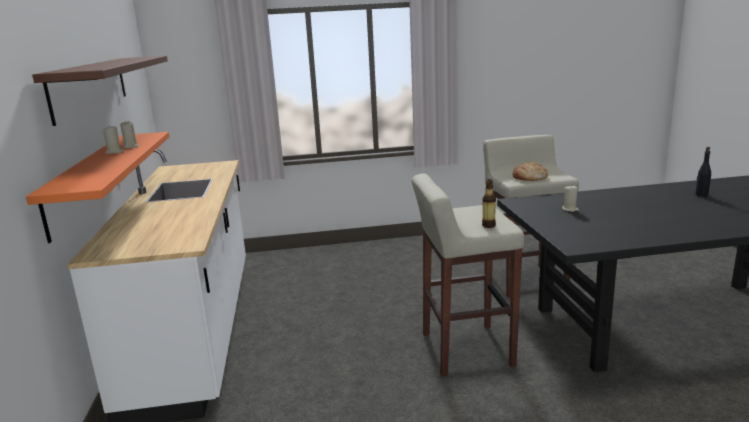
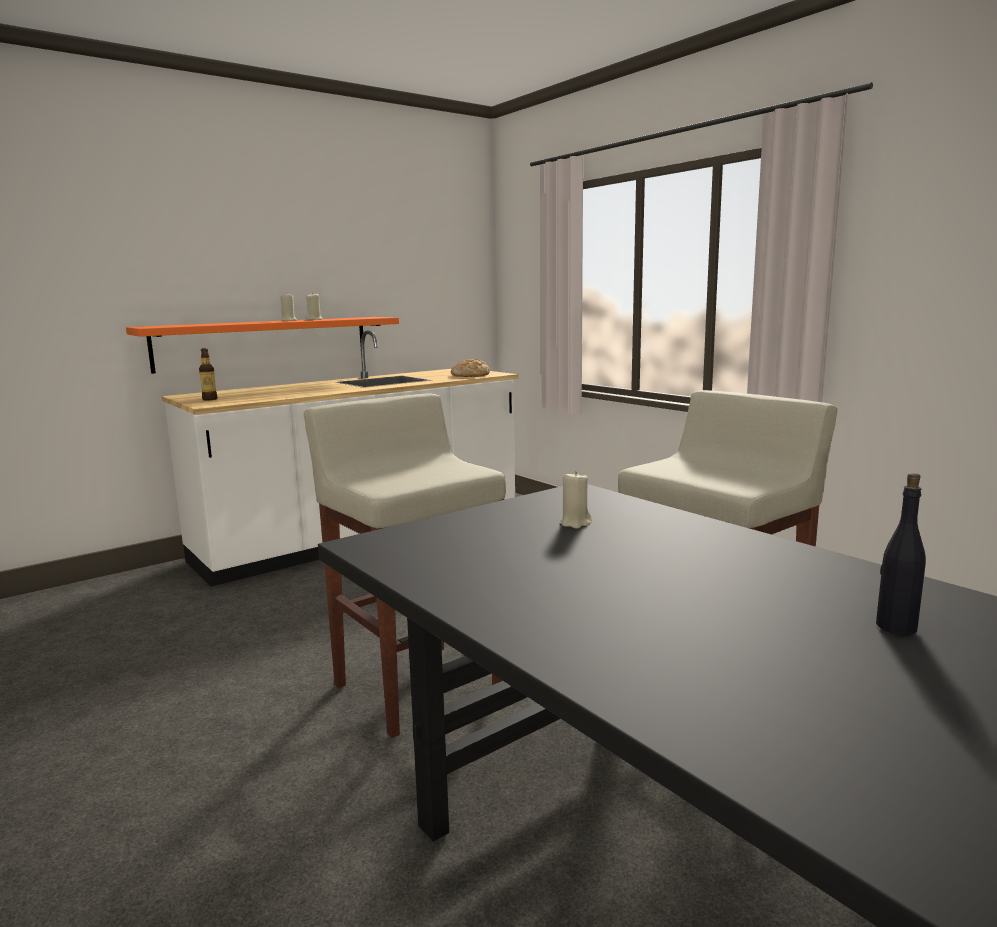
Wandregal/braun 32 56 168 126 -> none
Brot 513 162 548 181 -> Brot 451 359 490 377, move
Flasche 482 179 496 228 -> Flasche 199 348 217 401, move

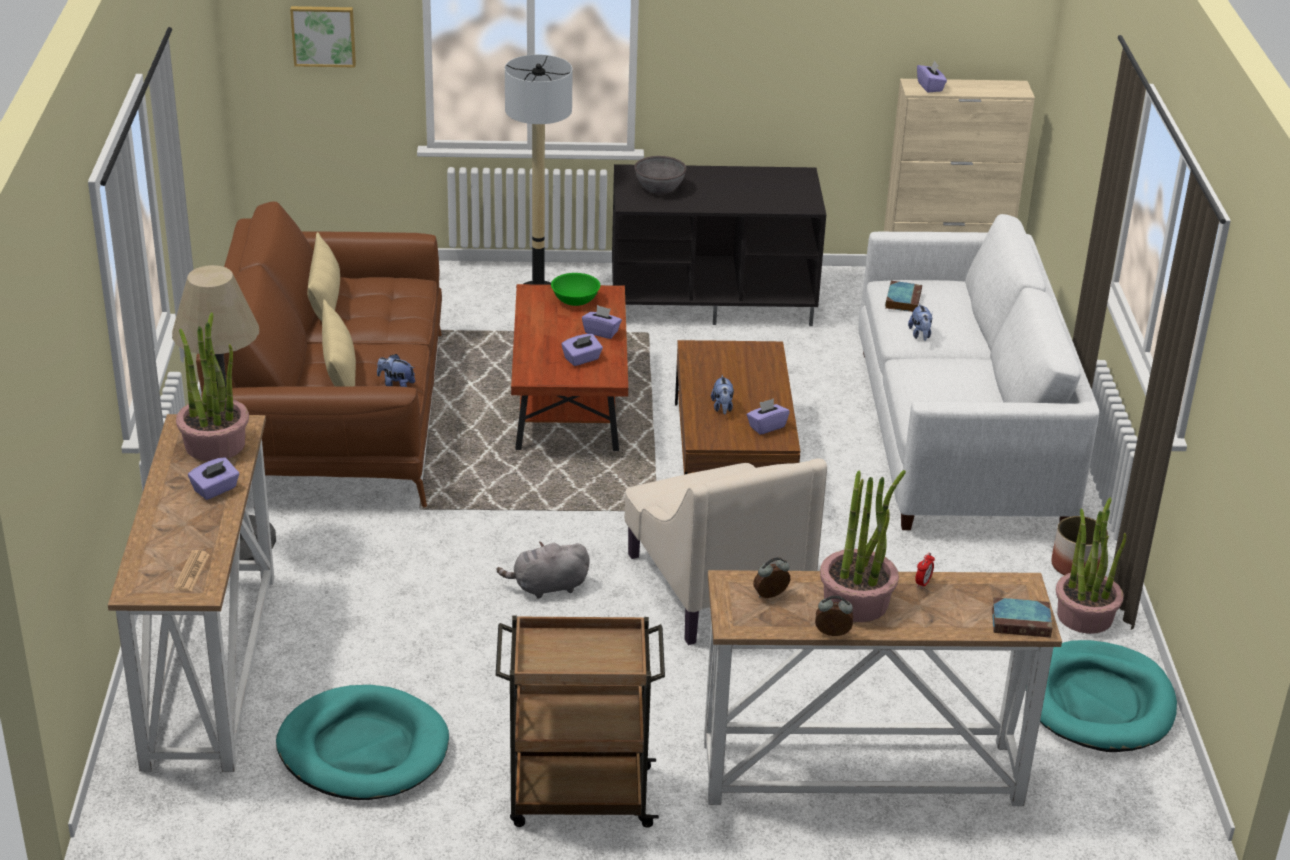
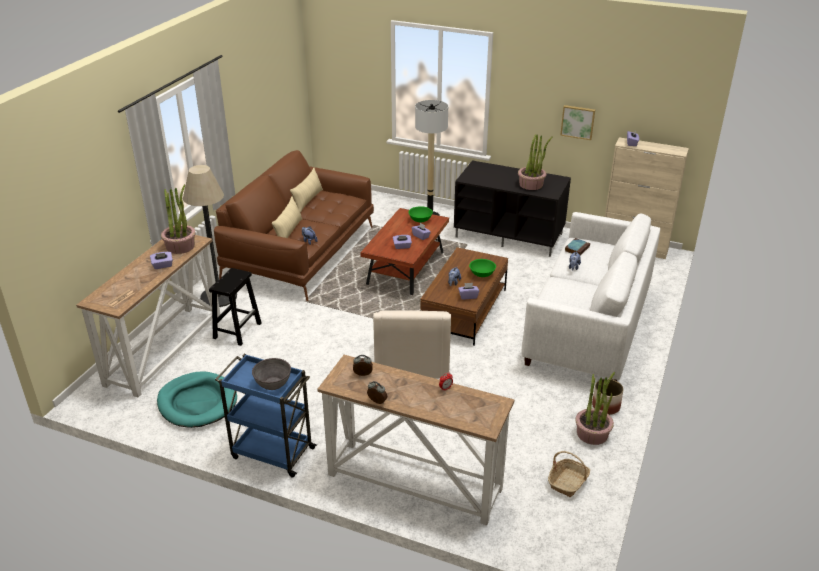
Bild 290 6 356 68 -> Bild 560 105 595 140, move
Schüssel/grau 634 156 687 195 -> Schüssel/grau 252 358 291 390, move
Topfpflanze 820 470 906 622 -> Topfpflanze 518 134 553 190, move
Plüschtier/grau 497 542 590 599 -> none
Buch 992 597 1052 637 -> none
Rollwagen/braun 496 616 665 828 -> Rollwagen/blau 215 354 317 478
Hundebett/türkis 1026 640 1177 752 -> Korb 548 451 590 497
none -> Schüssel/grün 469 259 496 277
none -> Hocker/schwarz 209 268 261 346

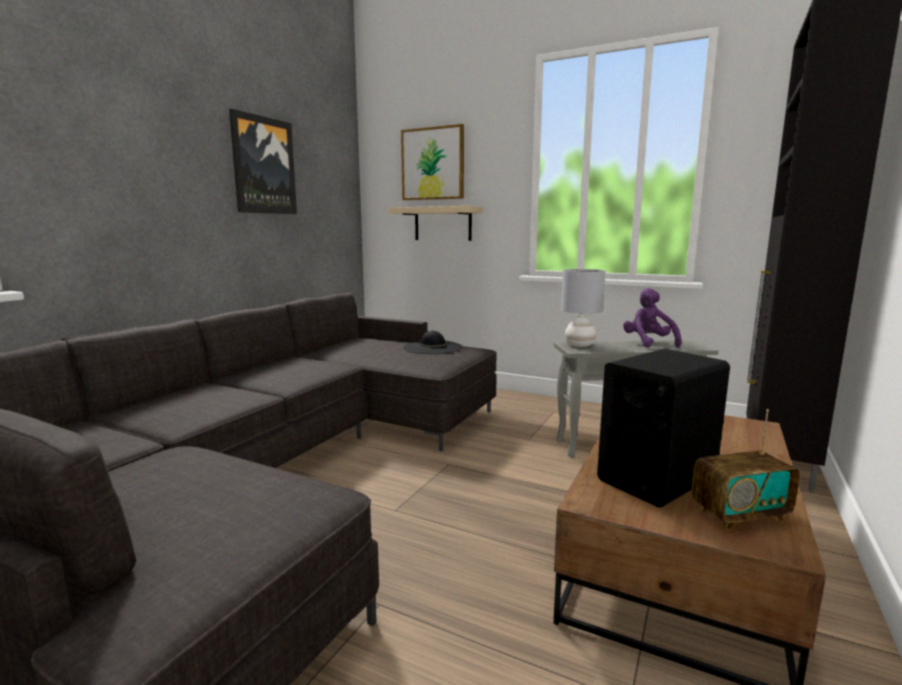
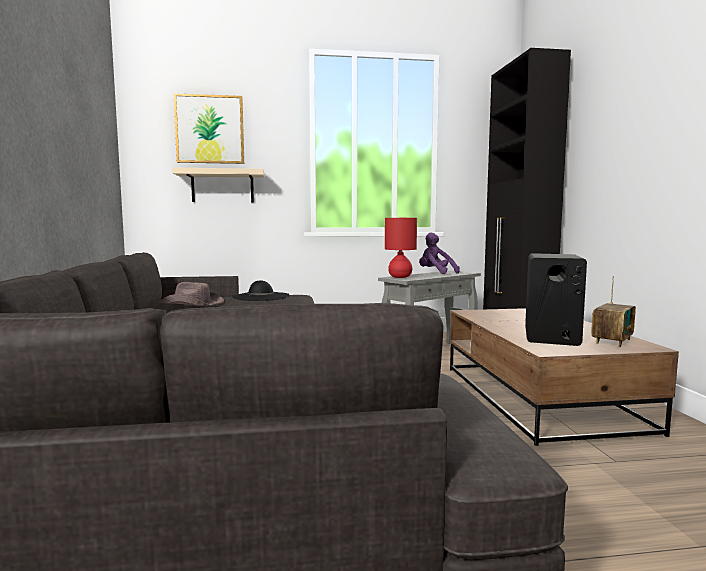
Bild 229 109 297 214 -> none
Tischlampe/grau 561 269 605 347 -> Tischlampe/rot 385 218 417 278
none -> Hut/braun 159 282 224 306

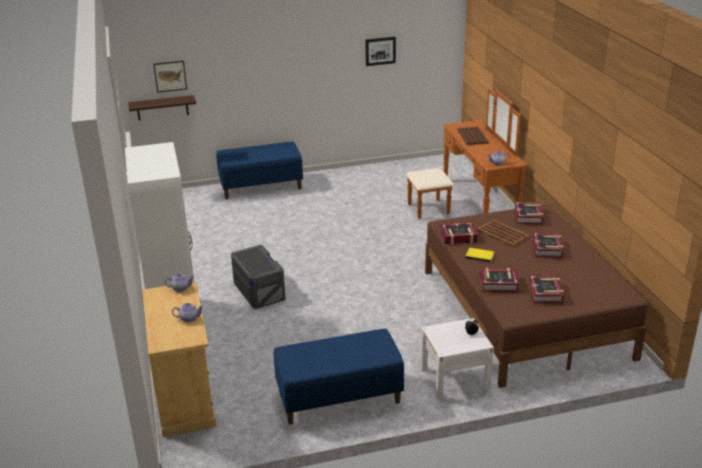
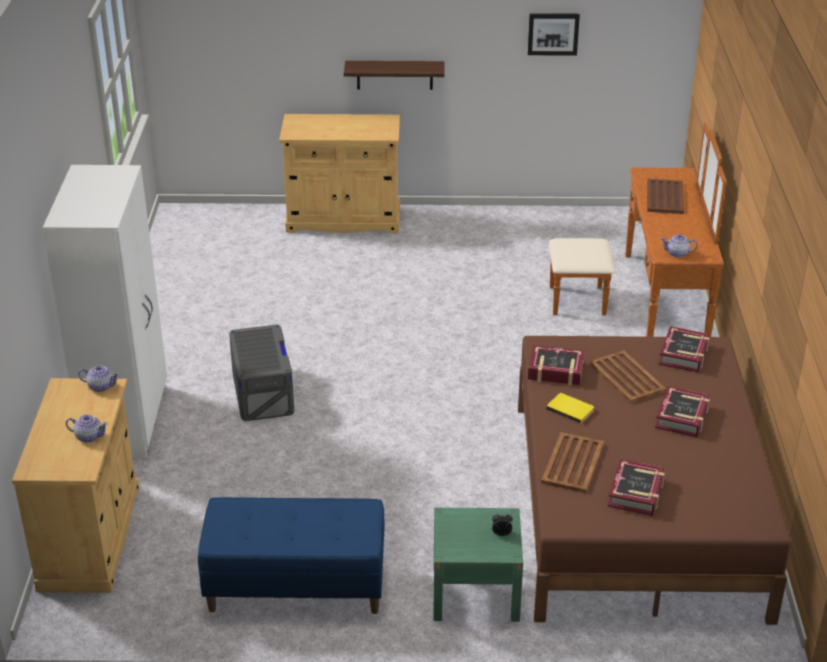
Bild 153 61 187 93 -> none
Wandregal 128 95 196 120 -> Wandregal 344 61 445 90, move
Bank/blau 216 142 303 199 -> Schrank/beige 279 114 400 233
Buch 480 268 520 292 -> Tablett/braun 541 432 604 493
Nachttisch/weiß 421 318 494 400 -> Nachttisch/grün 433 508 523 622

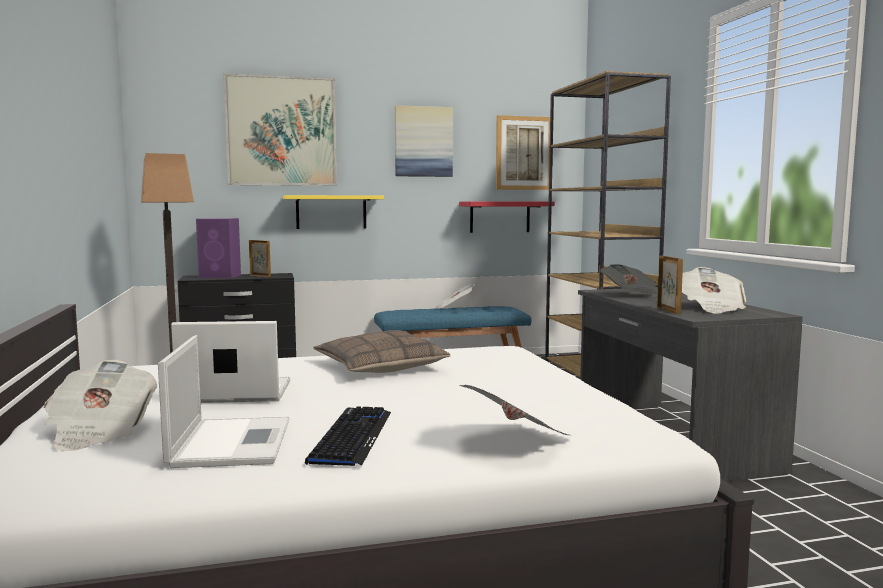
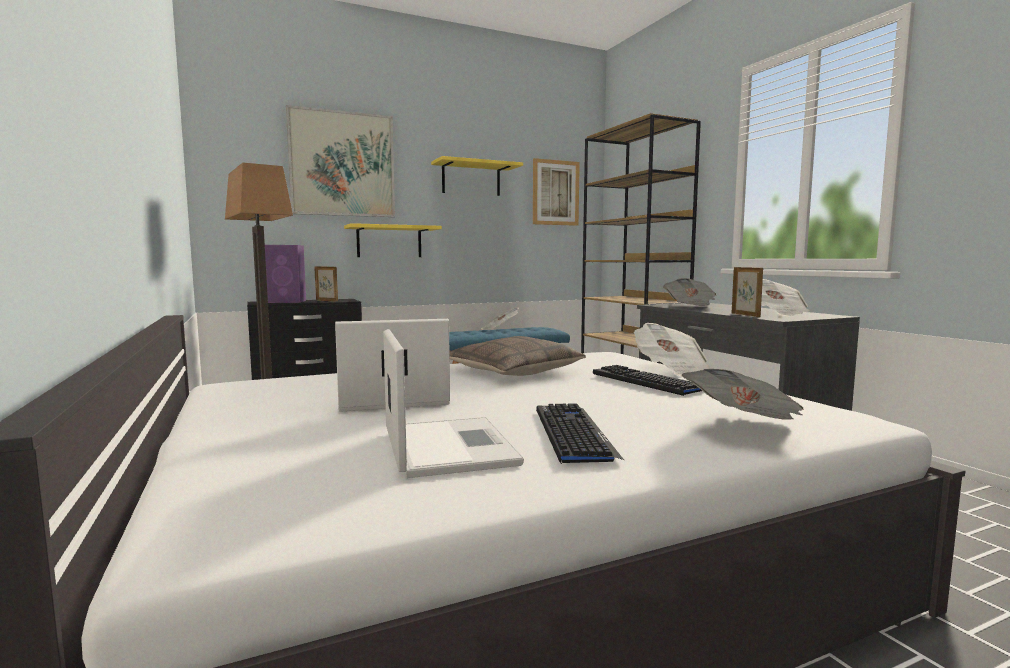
Bild 395 105 453 177 -> Wandregal/gelb 431 156 523 196
Wandregal/rot 459 202 554 233 -> none
Zeitung 44 360 157 451 -> Zeitung 634 323 710 376, move
none -> Tastatur 593 365 702 396

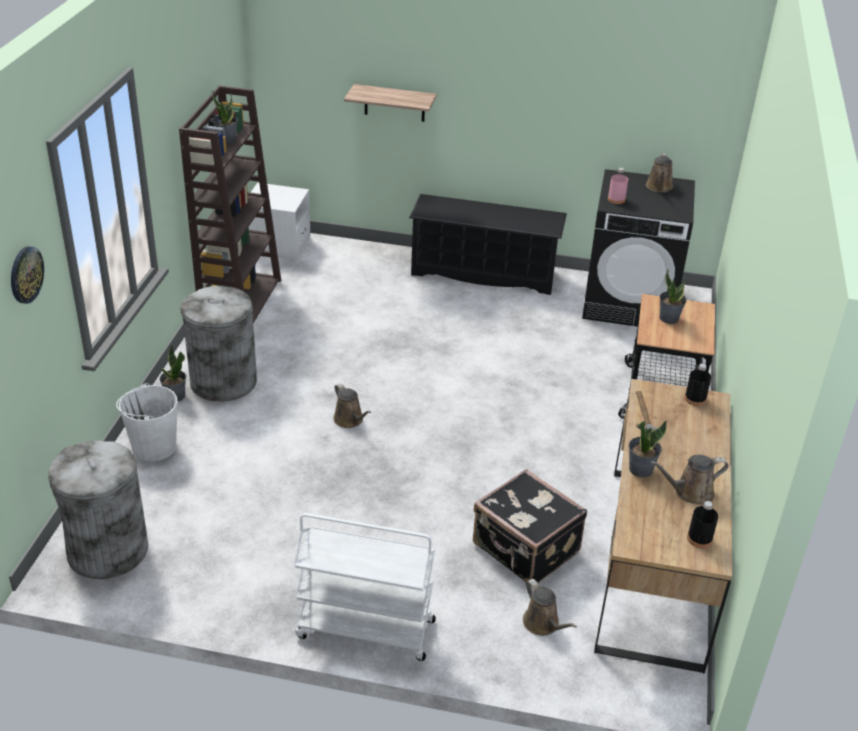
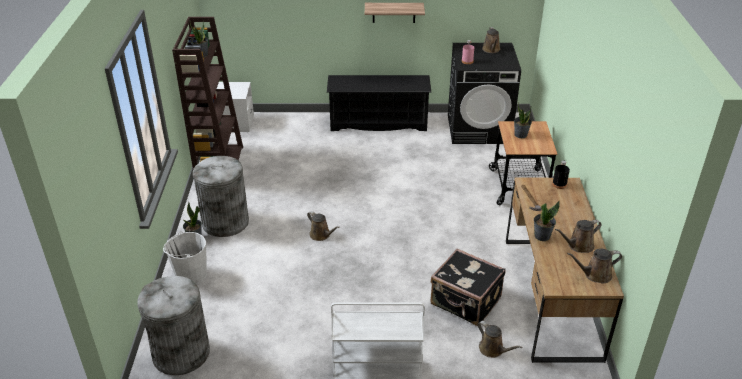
Wandregal 344 84 437 122 -> Wandregal 365 3 425 23, move
Wanduhr 11 246 44 304 -> none
Flasche/schwarz 687 501 718 548 -> Gießkanne/braun 567 249 622 283

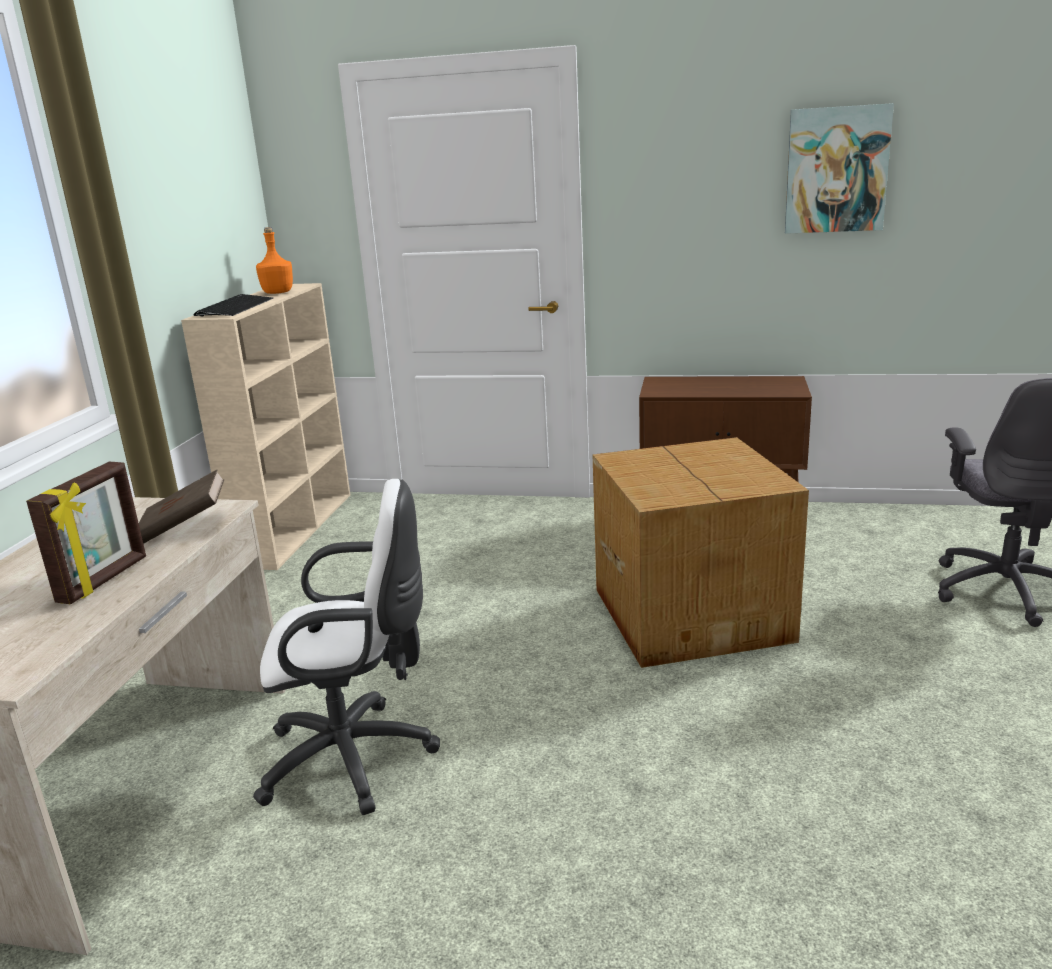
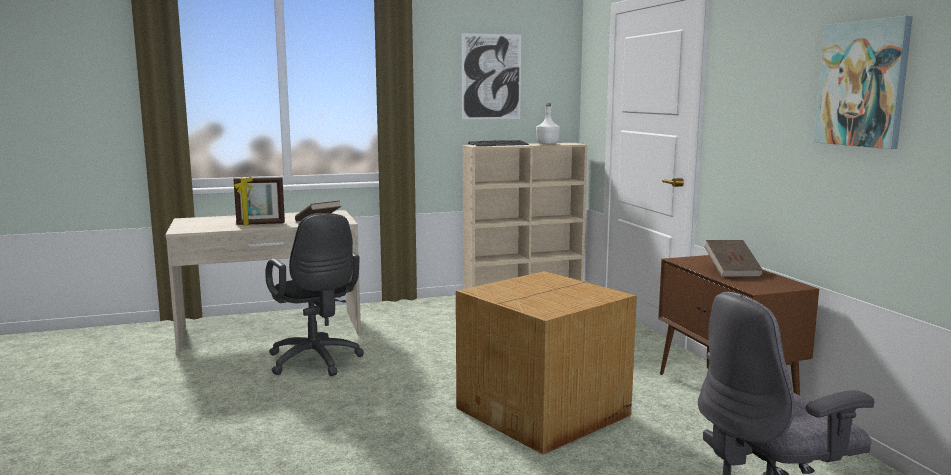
Flasche/orange 256 227 293 294 -> Flasche/weiß 536 103 560 144
Bürostuhl/weiß 253 479 440 815 -> Bürostuhl/schwarz 265 213 364 376
none -> Bild 462 33 521 119
none -> Buch/braun 704 240 763 277

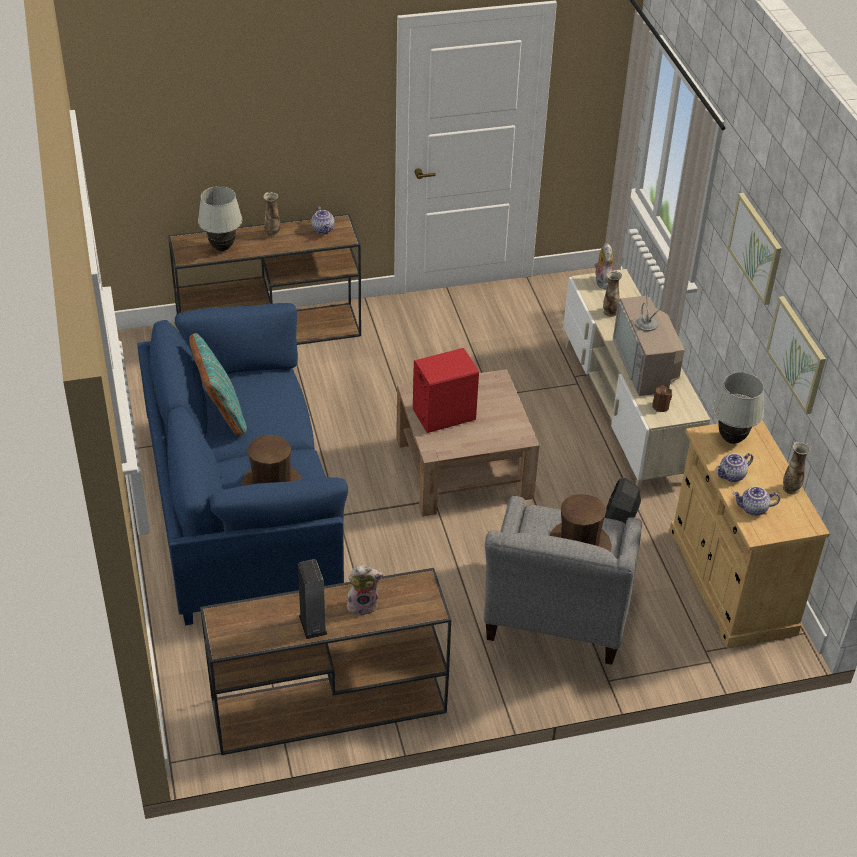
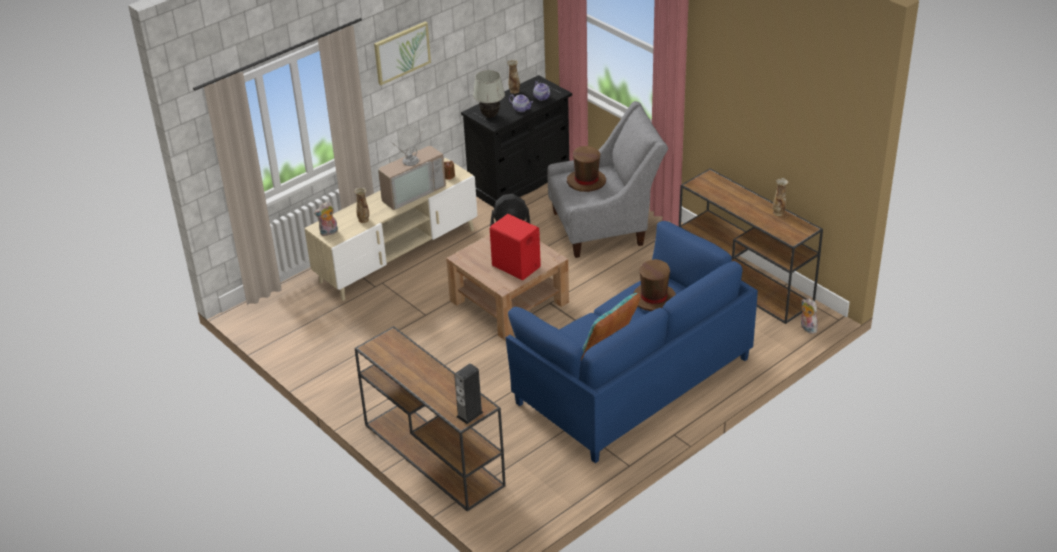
Tischlampe/weiß 198 186 242 251 -> none
Vase 263 192 280 238 -> Vase 773 178 788 216, move
Teekanne 311 206 335 234 -> none
Bild 766 296 826 414 -> none
Schrank/beige 669 420 830 648 -> Schrank/schwarz 461 75 572 207
Lautsprecher 298 559 328 639 -> Lautsprecher 454 363 484 424, move
Plüschtier 347 565 383 616 -> Plüschtier 801 298 818 334, move

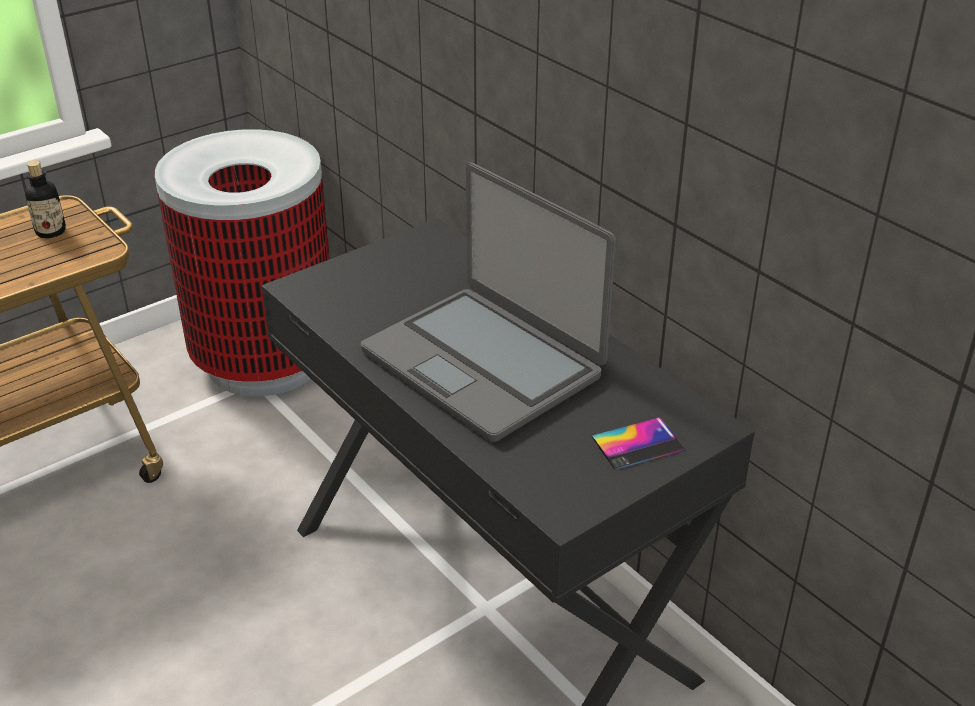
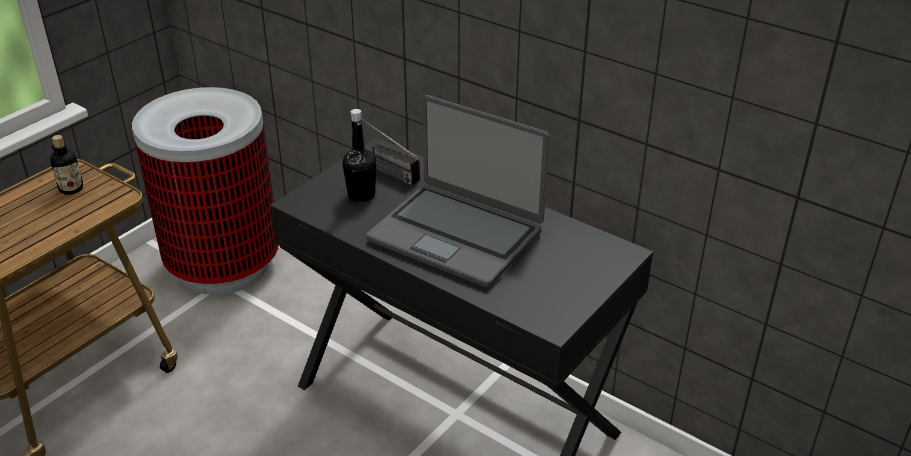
Handy 592 417 685 470 -> none
none -> Flasche/schwarz 342 109 376 202
none -> Radio 362 119 420 186

